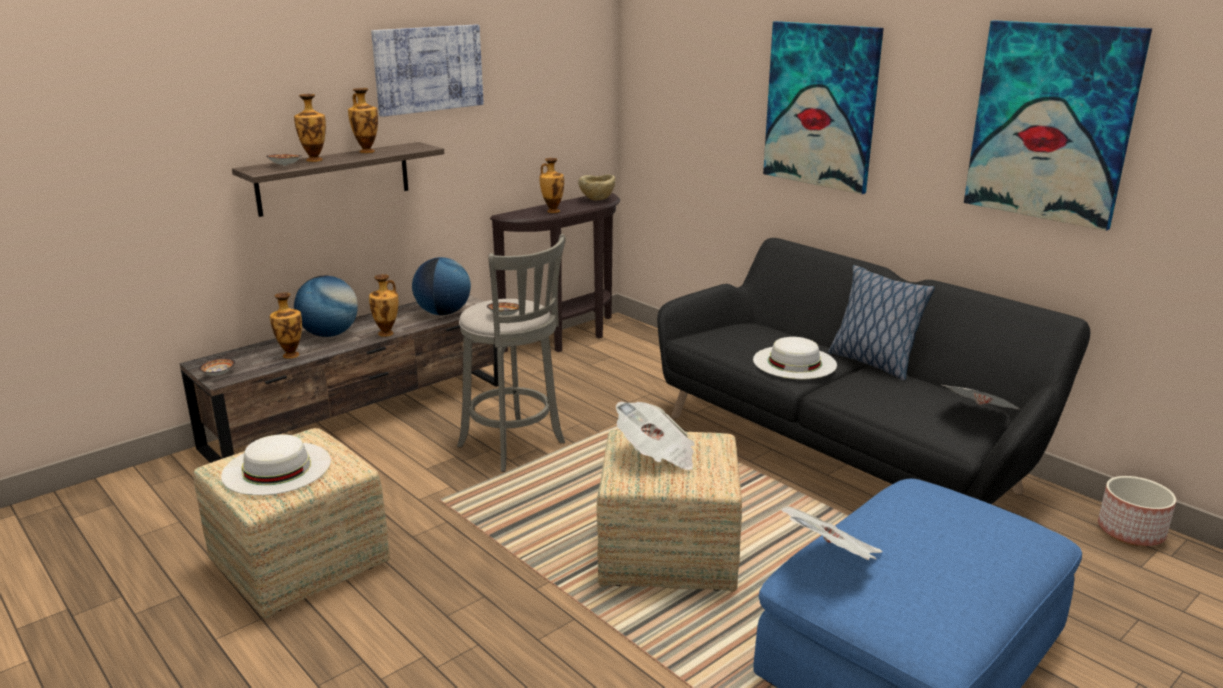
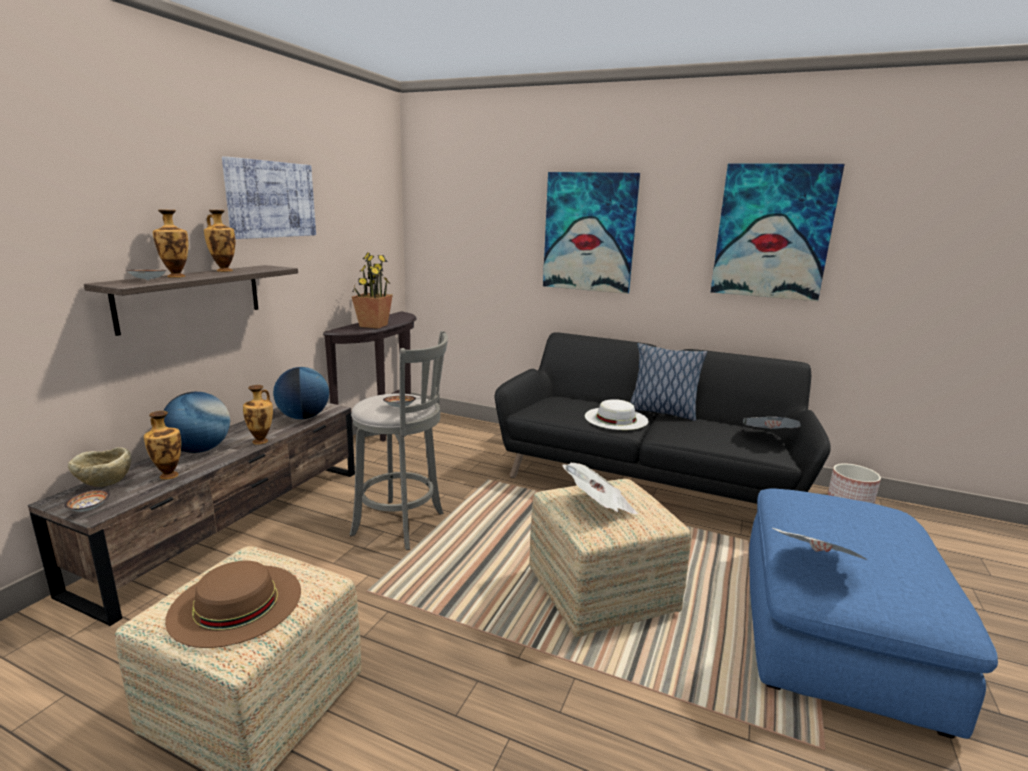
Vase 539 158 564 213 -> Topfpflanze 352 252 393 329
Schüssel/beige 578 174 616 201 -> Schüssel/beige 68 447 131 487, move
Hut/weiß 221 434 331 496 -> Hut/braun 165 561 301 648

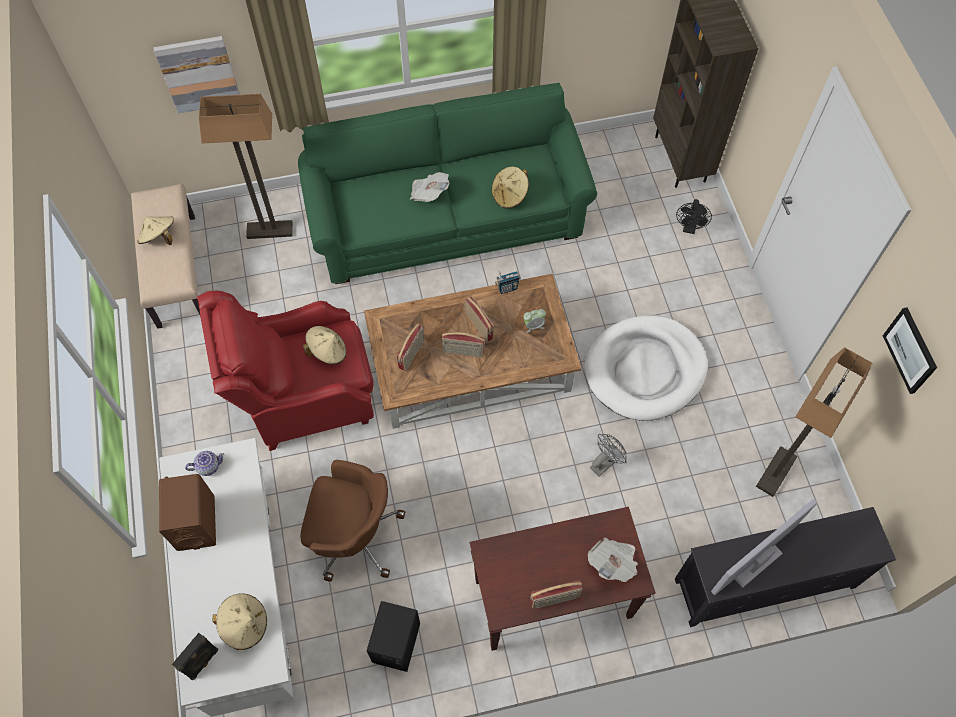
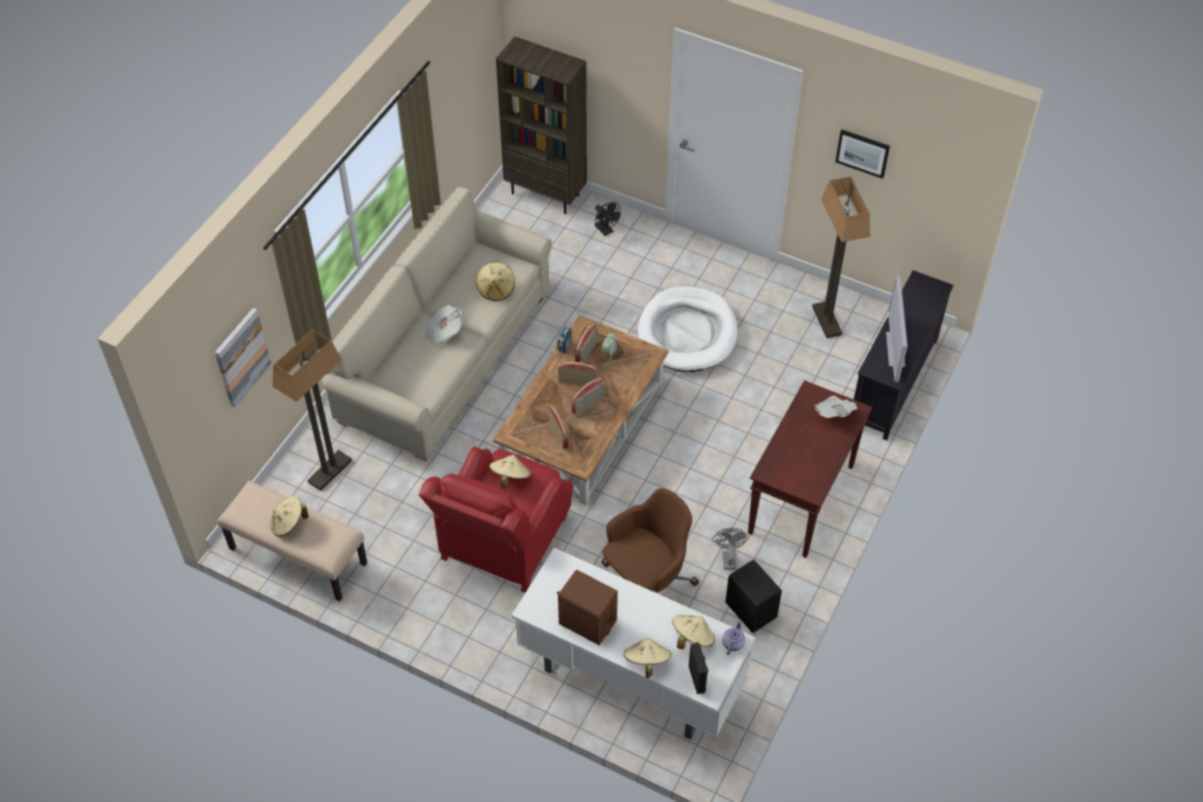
Sofa/grün 298 83 597 284 -> Sofa/beige 322 187 552 461
Ventilator/grau 590 434 626 477 -> Ventilator/grau 712 528 749 570, move
Teekanne 185 451 225 476 -> Teekanne 722 620 745 655, move
Radio 530 580 583 609 -> Radio 575 323 598 363, move
none -> Hut/beige 623 637 672 678

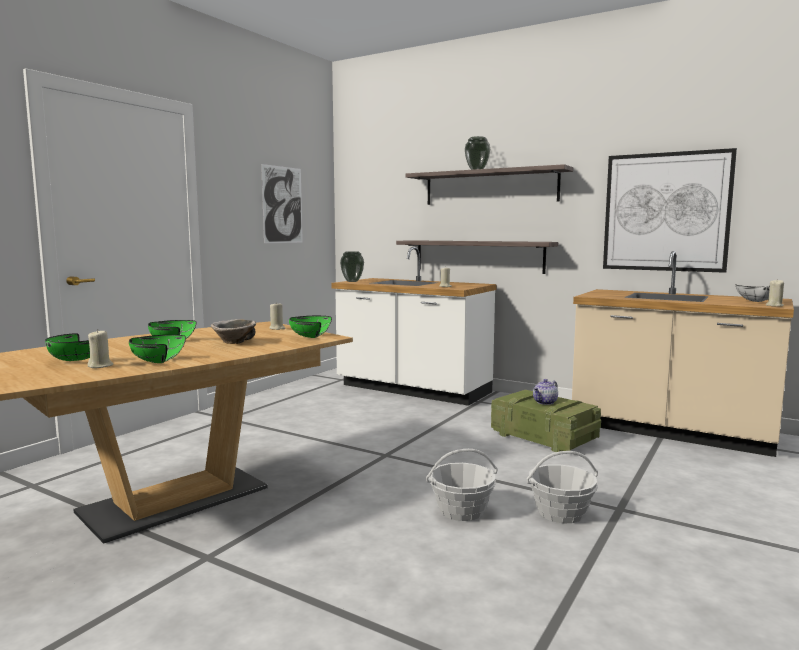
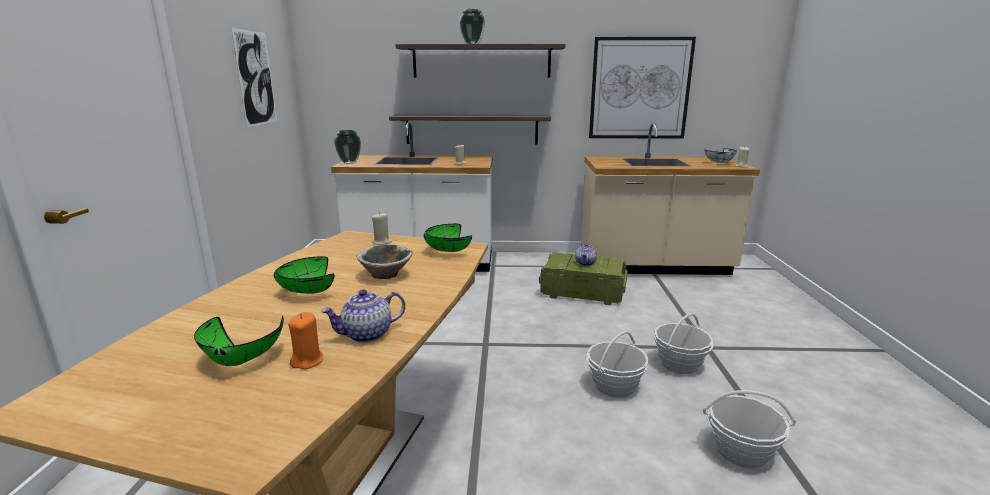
Kerze/beige 88 329 113 368 -> Kerze/orange 288 312 323 370
Schüssel/grün 129 335 186 363 -> Teekanne 321 289 405 343
none -> Korb 703 390 796 468

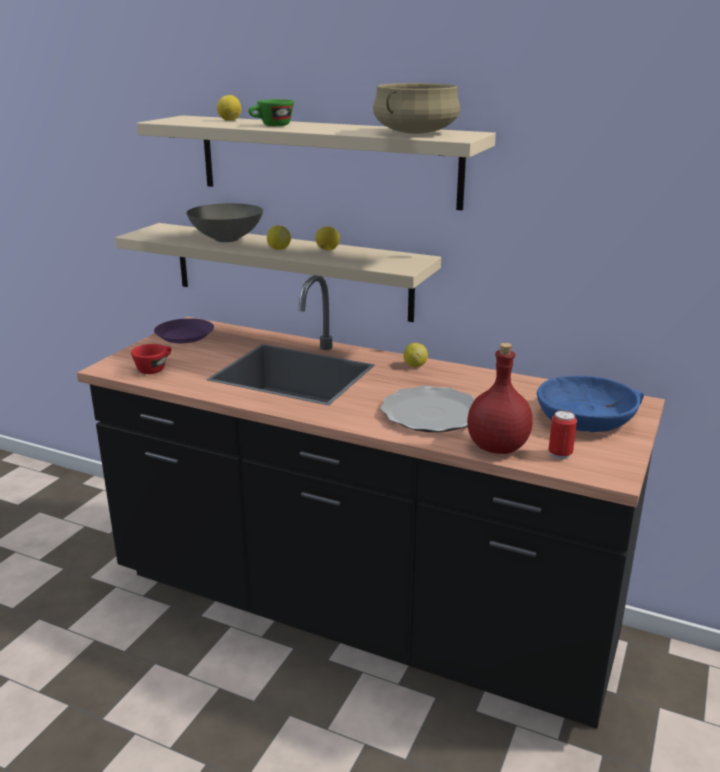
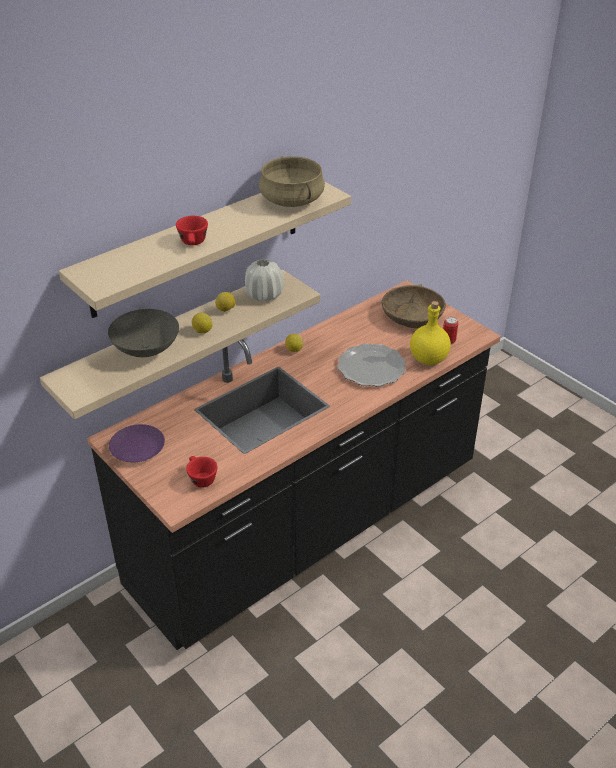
Zitrone 217 95 241 121 -> none
Tasse/grün 248 99 294 126 -> Tasse/rot 176 216 208 245
Flasche/rot 467 343 533 454 -> Flasche/gelb 410 301 451 365
Schüssel/blau 537 376 644 432 -> Schüssel/braun 382 284 446 328
none -> Vase/weiß 245 259 284 302

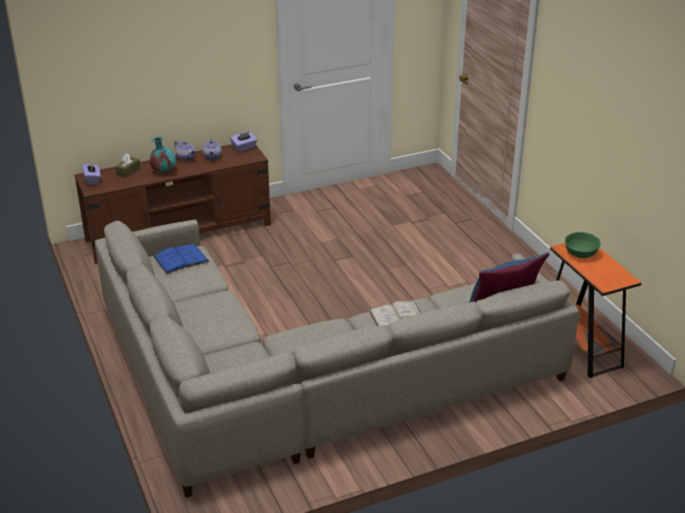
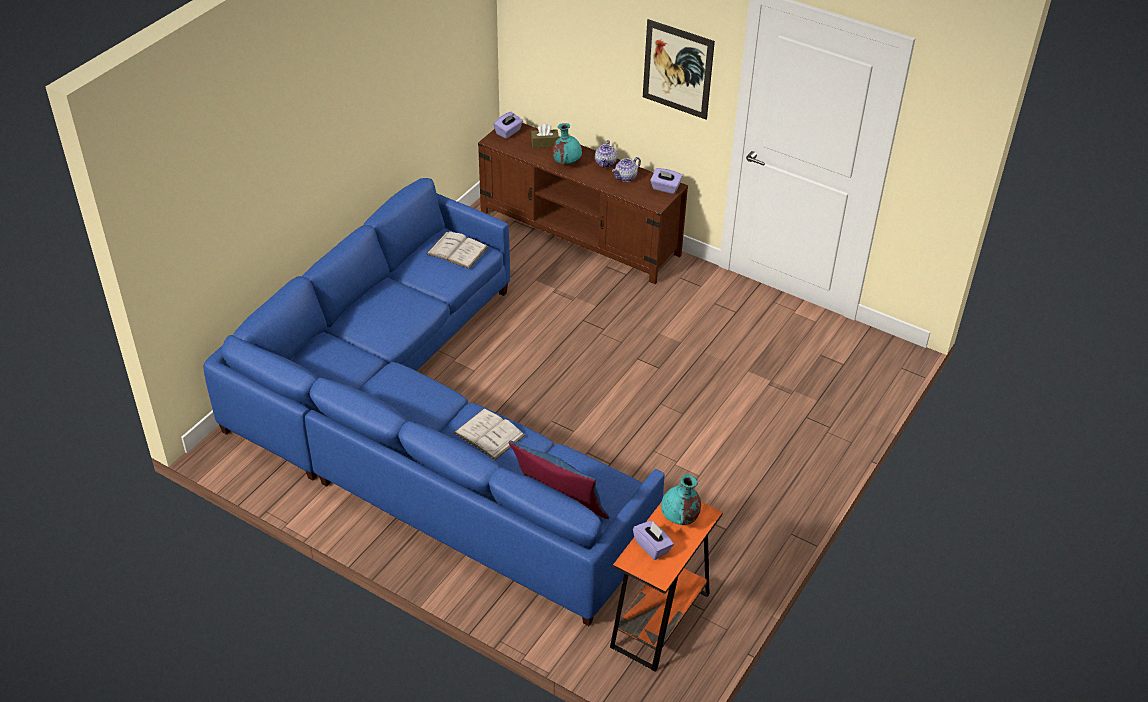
Sofa/grau 95 220 580 498 -> Sofa/blau 203 178 664 626
Schüssel/grün 565 232 601 258 -> Vase/türkis 661 474 701 525
Buch/blau 153 244 209 274 -> Buch/weiß 426 231 488 269
none -> Bild 643 19 715 120
none -> Taschentuchbox/lila 633 521 674 560

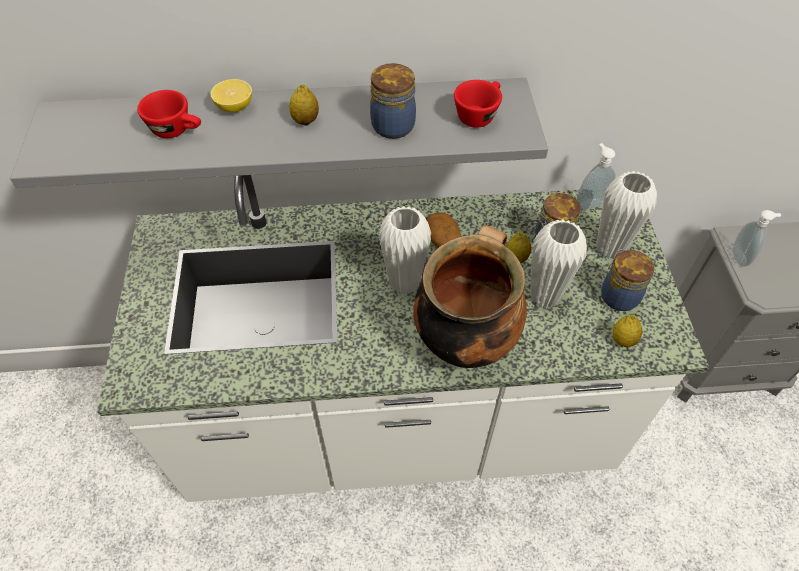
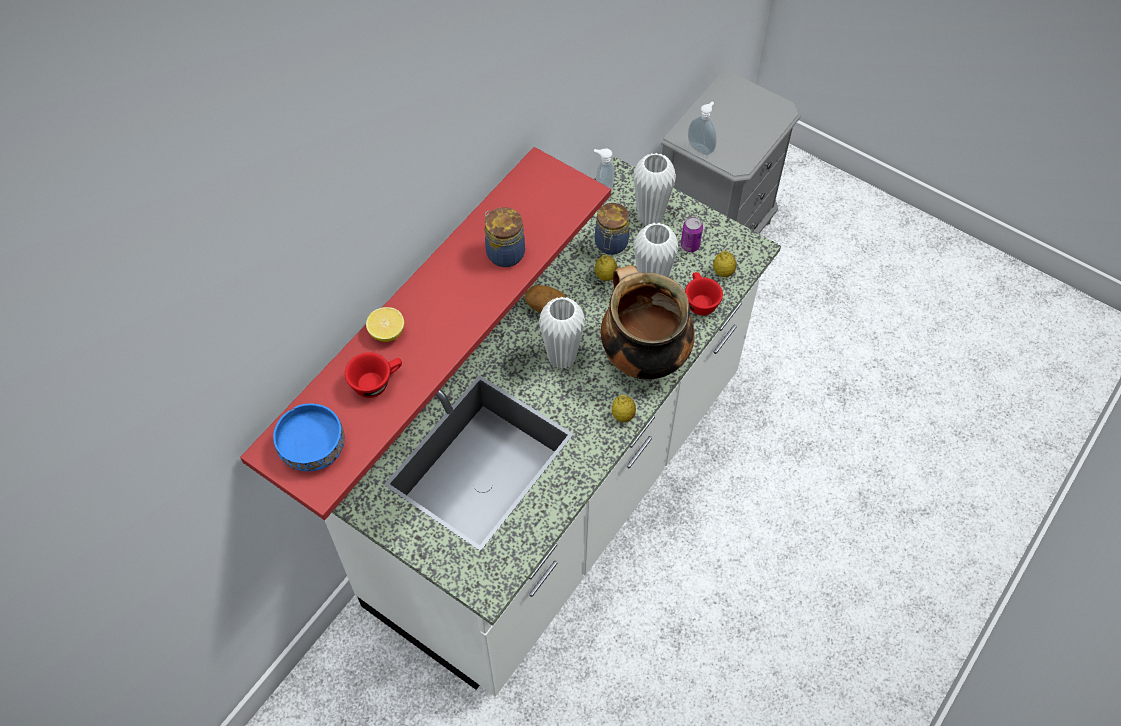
Wandregal/grau 10 78 548 188 -> Wandregal/rot 240 147 611 520
Tasse/rot 454 80 502 128 -> Tasse/rot 685 272 723 316, move
Zitrone 289 85 319 126 -> Zitrone 612 395 636 422, move
Vorratsglas 601 249 654 311 -> Dose 681 217 703 252
none -> Schüssel/blau 273 403 345 471

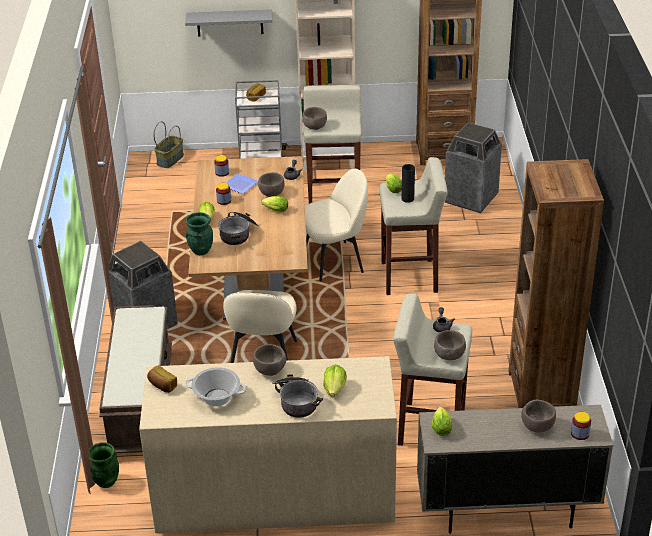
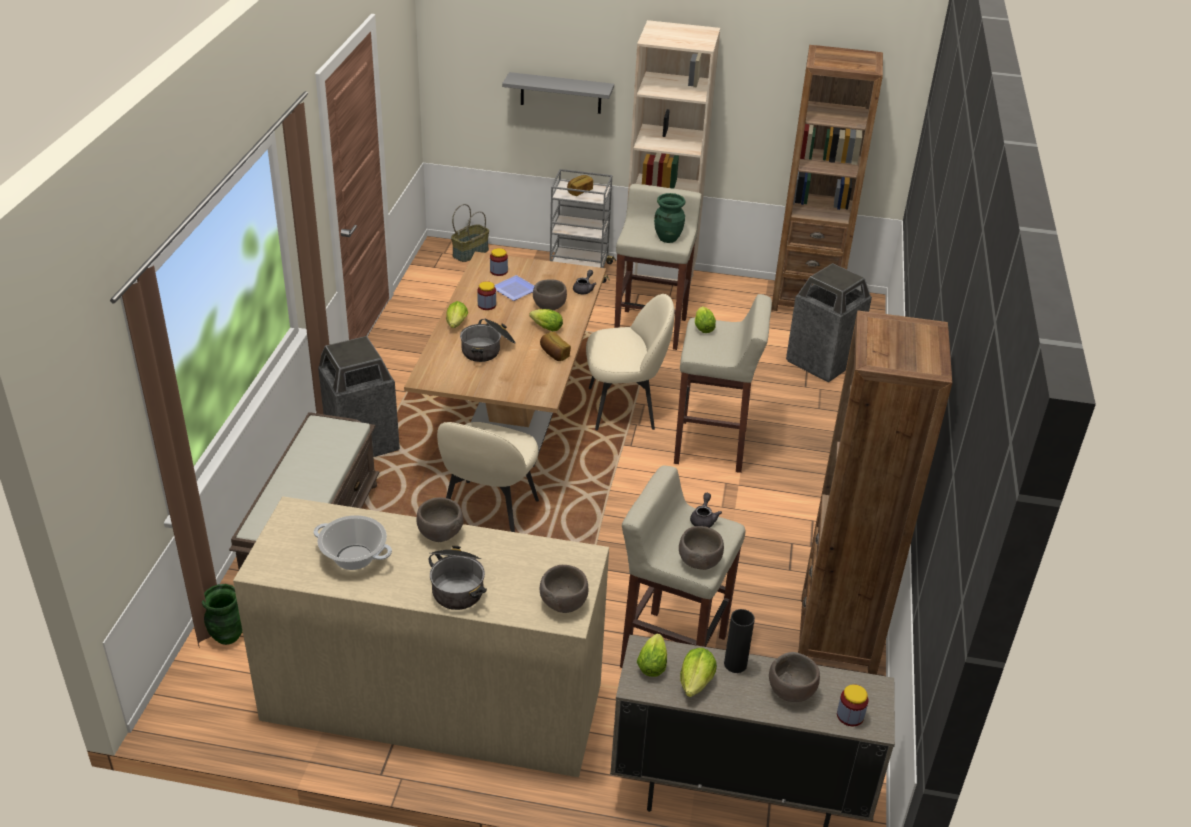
Schüssel/braun 302 107 327 130 -> Schüssel/braun 540 565 588 613, move
Vase/schwarz 402 164 415 203 -> Vase/schwarz 724 609 755 673, move
Vase/grün 186 212 213 255 -> Vase/grün 654 193 685 243, move
Brot 147 365 177 393 -> Brot 540 332 571 361, move
Salatkopf 323 365 347 397 -> Salatkopf 680 648 717 697, move

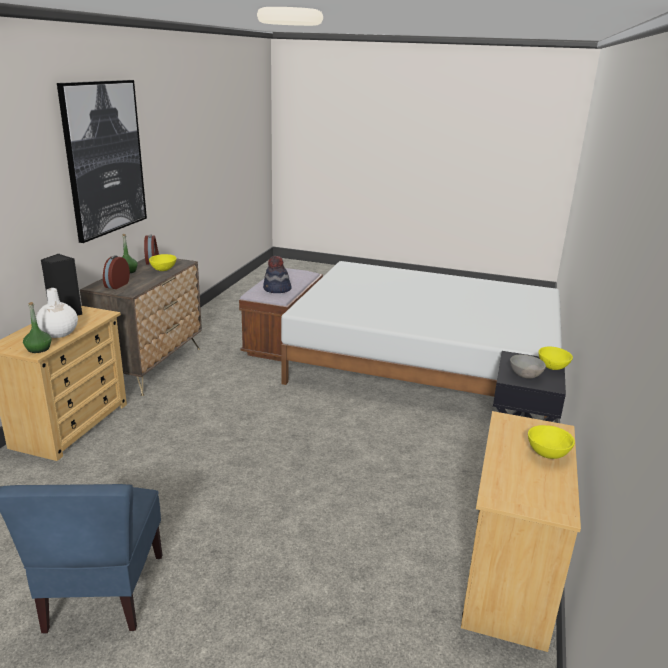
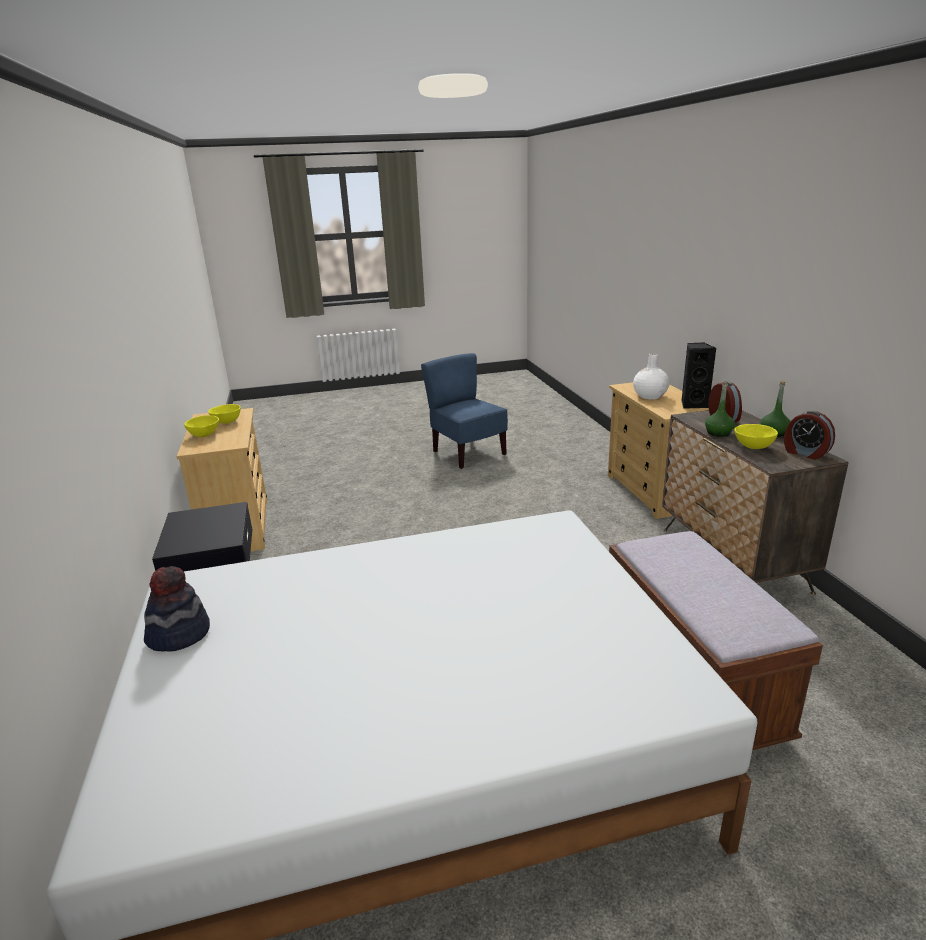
Bild 57 80 147 243 -> none
Hut 263 256 292 293 -> Hut 144 566 210 652, move
Flasche/grün 23 302 52 353 -> Flasche/grün 705 382 735 437, move
Schüssel/gelb 538 347 573 370 -> Schüssel/gelb 208 404 241 424, move
Schüssel/grau 510 355 546 379 -> none

